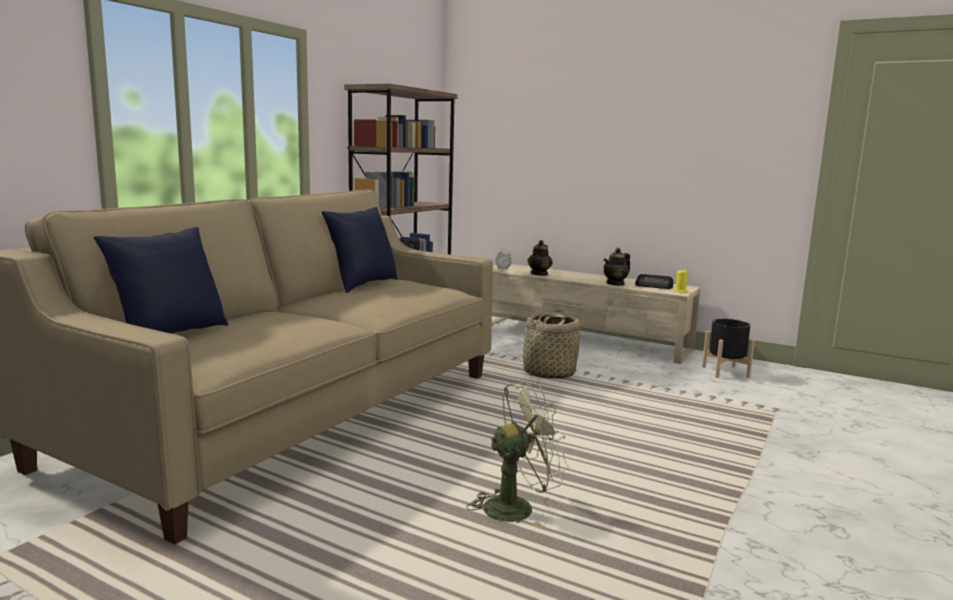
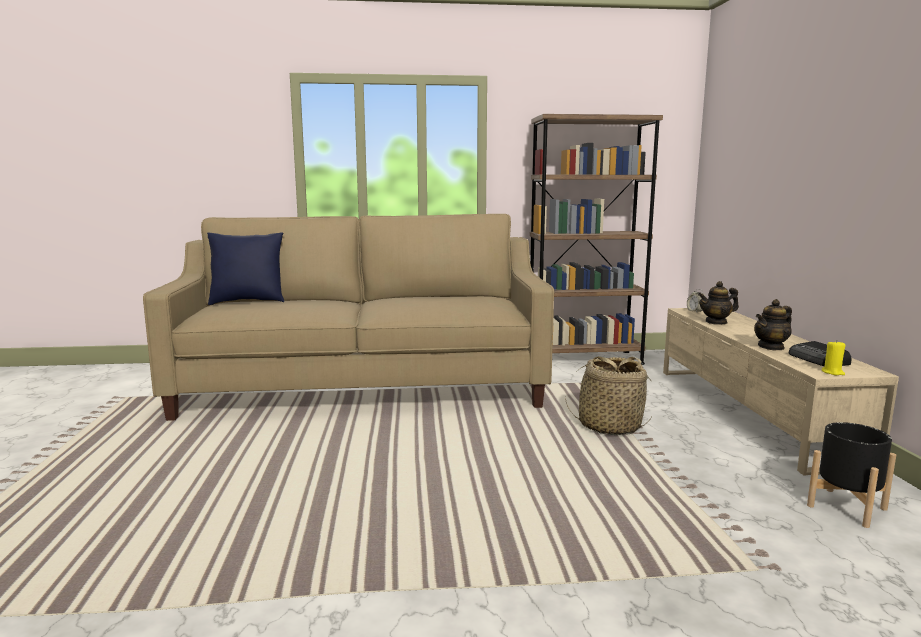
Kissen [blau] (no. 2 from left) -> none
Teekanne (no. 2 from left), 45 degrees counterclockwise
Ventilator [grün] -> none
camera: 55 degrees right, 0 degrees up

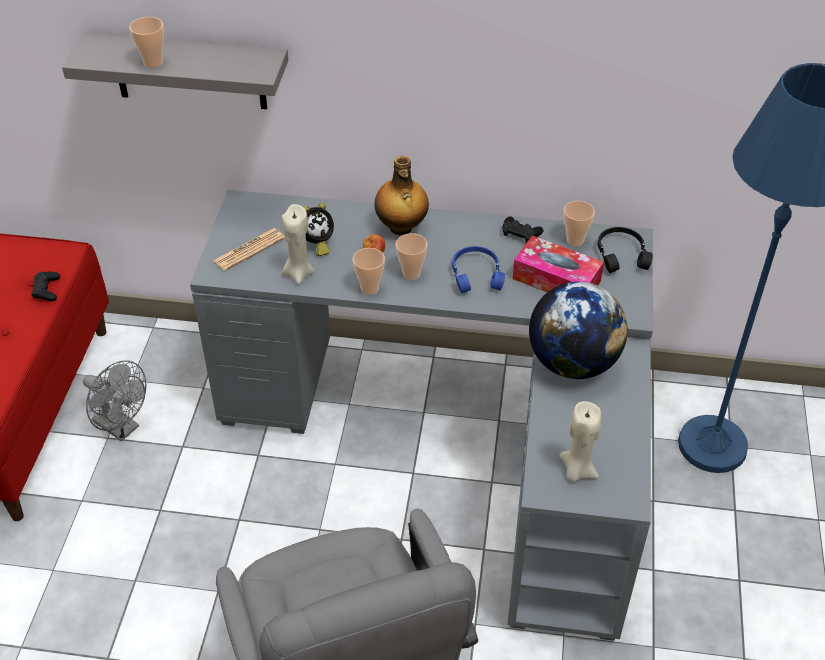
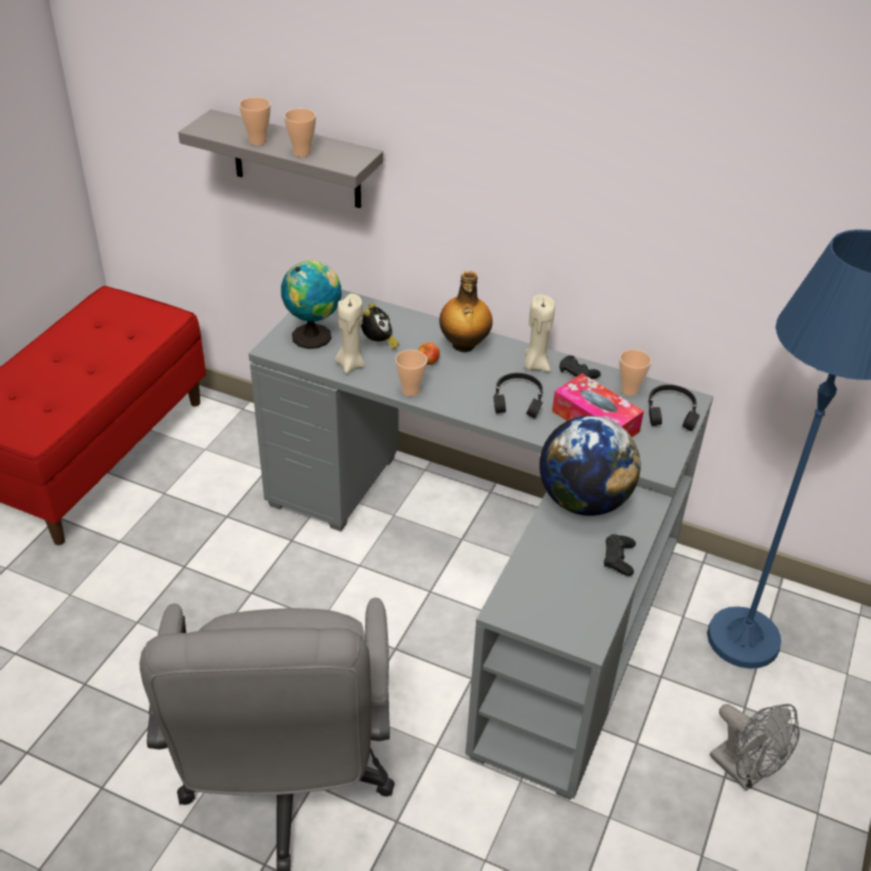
Wecker, 60 degrees counterclockwise
Zeitung -> Globus (no. 1 from left)
Tasse (no. 3 from left in the first image) -> Tasse (no. 2 from left), shifted
Kopfhörer [blau] -> Kopfhörer [schwarz] (no. 1 from left)
Gamepad [schwarz] (no. 1 from left in the first image) -> Gamepad [schwarz] (no. 2 from left), shifted
Ventilator [grau], shifted
Kerze [beige] (no. 2 from left), shifted
camera: 15 degrees right, 5 degrees down

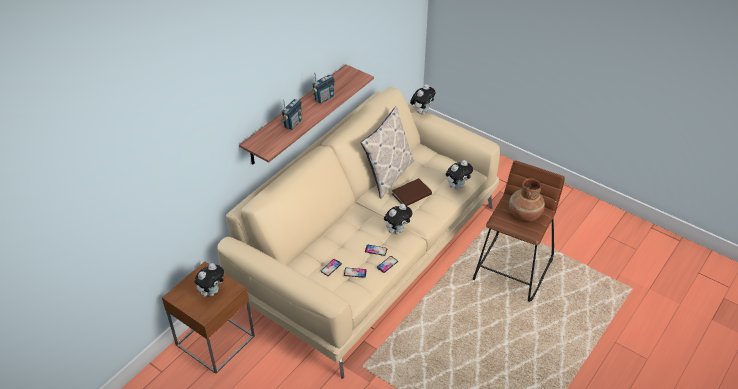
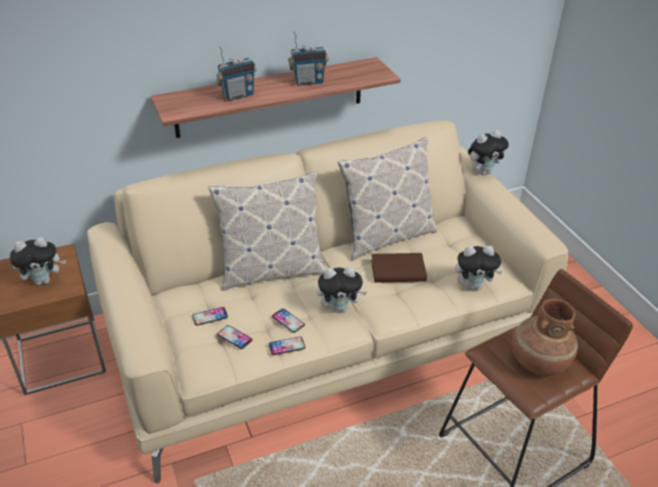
none -> Kissen (no. 1 from left)
camera: 30 degrees right, 5 degrees down

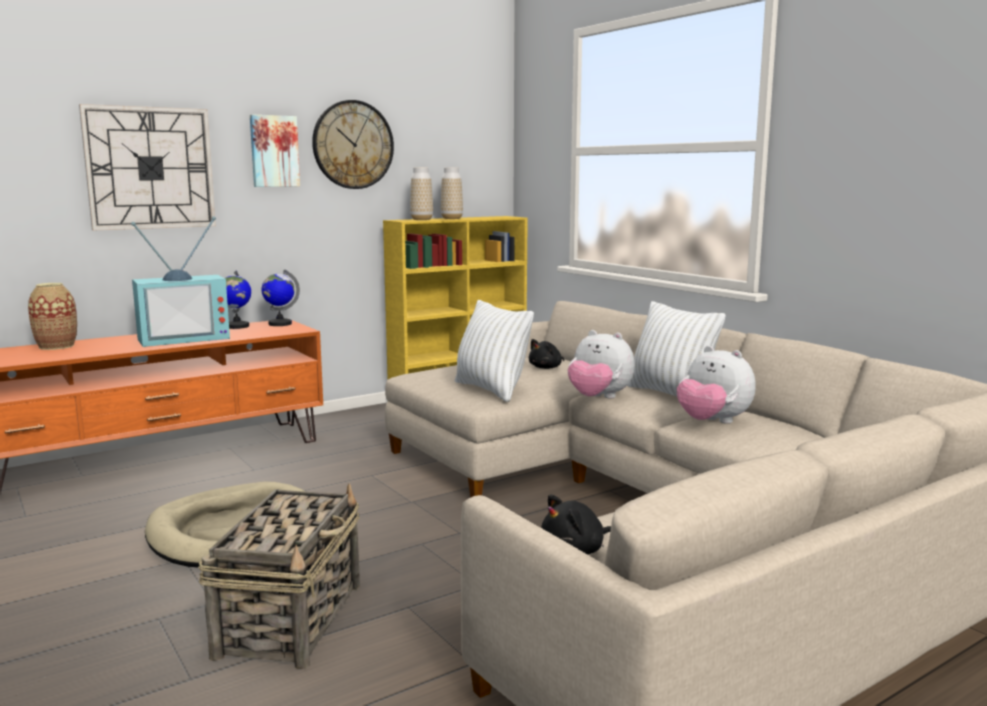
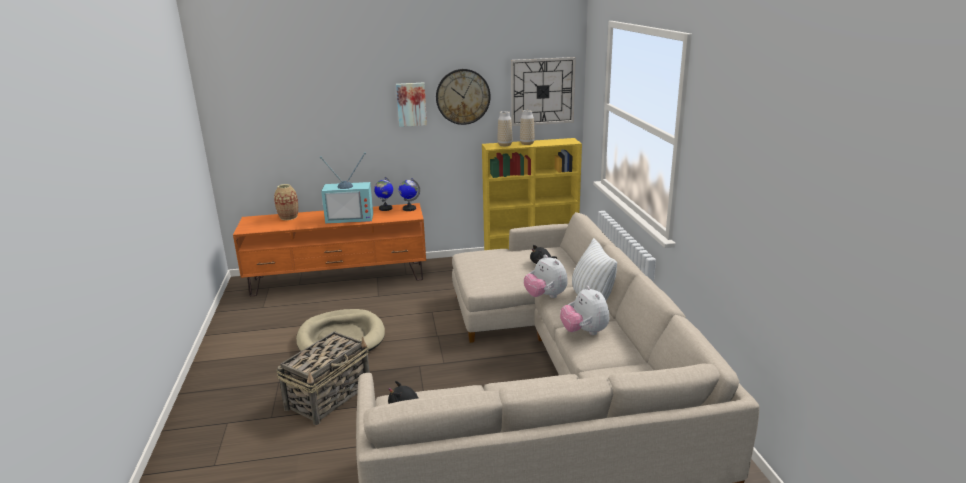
Wanduhr (no. 1 from left in the first image) -> Wanduhr (no. 2 from left), shifted
Kissen [weiß] (no. 1 from left) -> none
camera: 25 degrees right, 10 degrees up

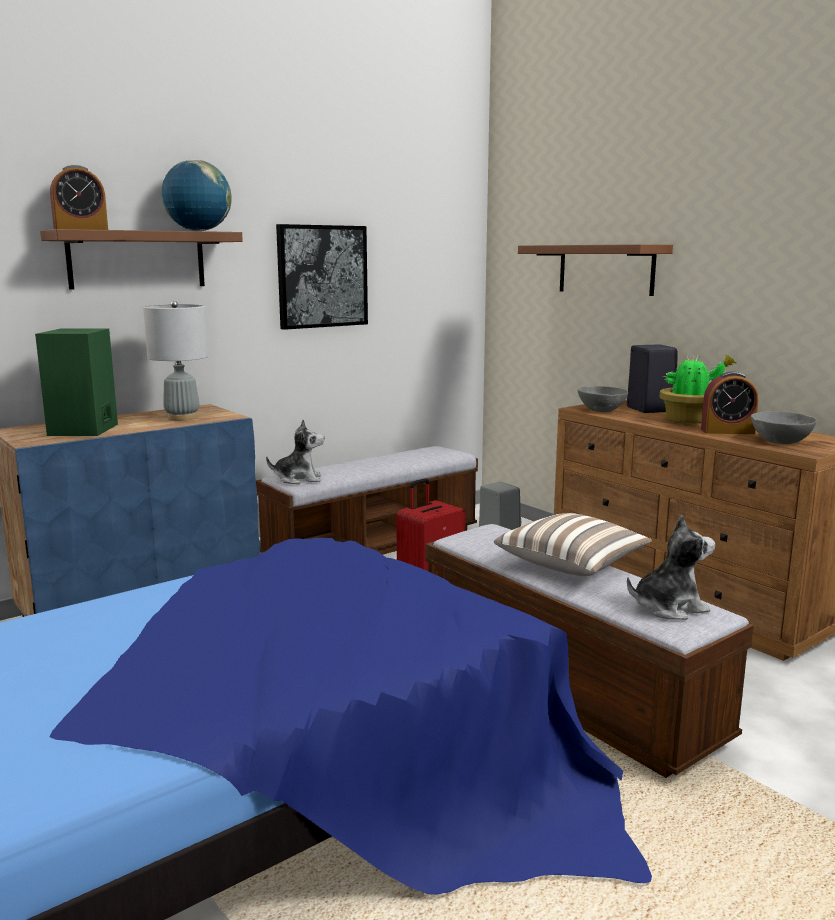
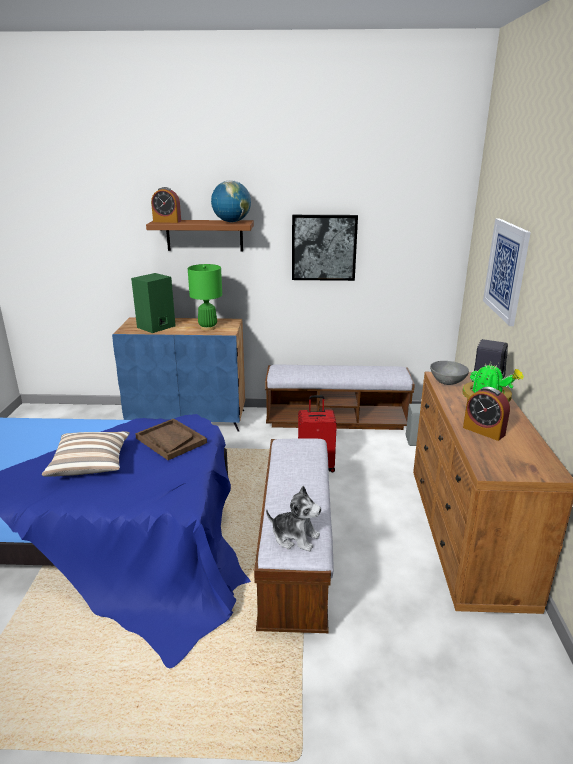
Wandregal [braun] (no. 2 from left) -> Bild (no. 2 from left)
Tischlampe [grau] -> Tischlampe [grün]
Schüssel [grau] (no. 2 from left) -> none
Plüschtier (no. 1 from left) -> none
Kissen, shifted
none -> Tablett [braun]
camera: 40 degrees right, 10 degrees up

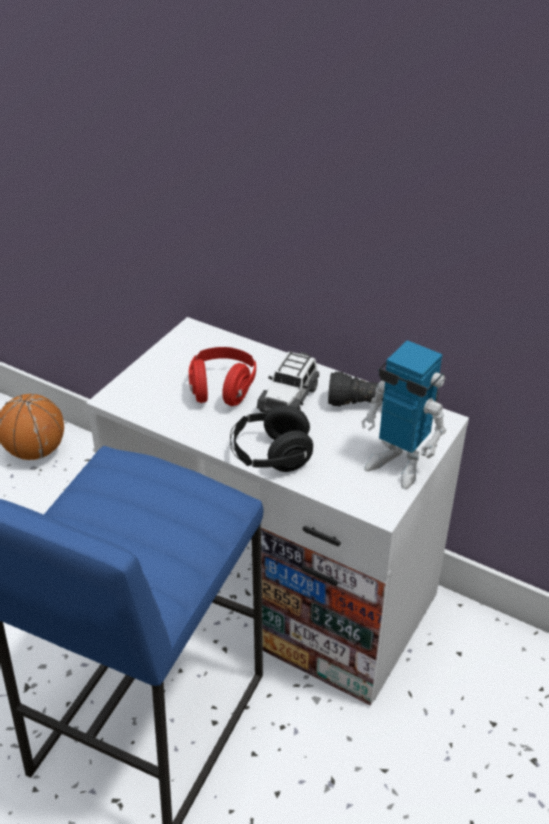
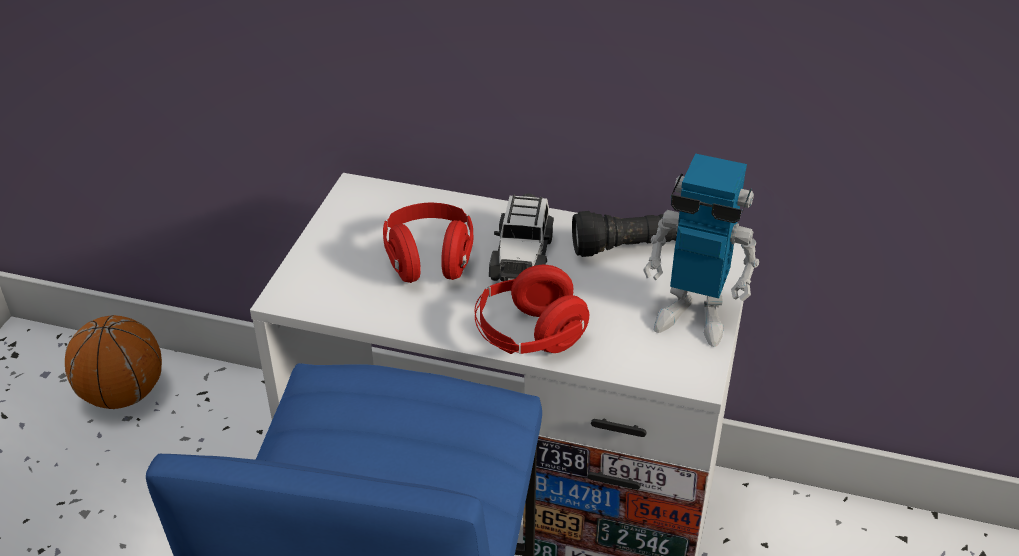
Kopfhörer [schwarz] -> Kopfhörer [rot] (no. 2 from left)
camera: 15 degrees left, 0 degrees up

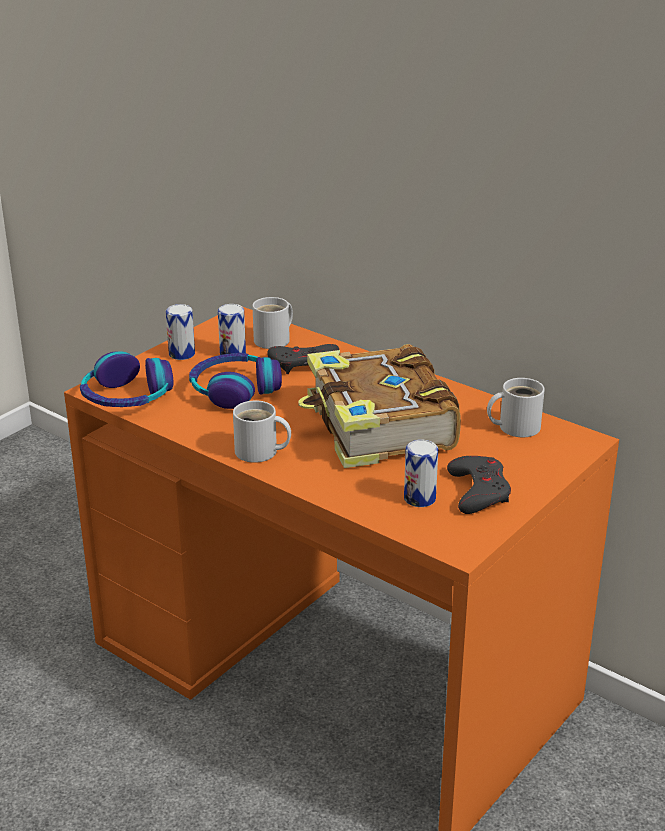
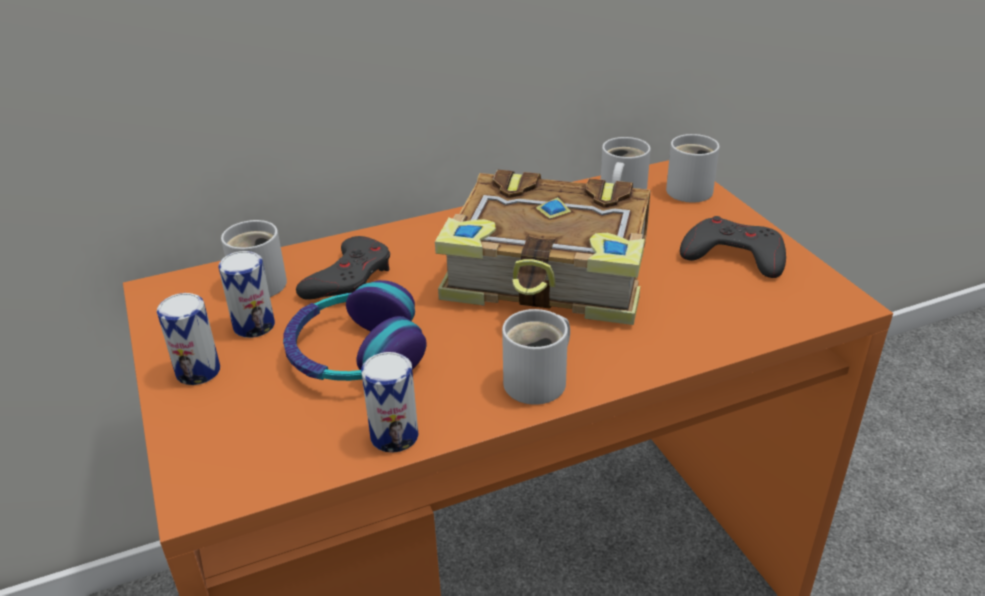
Kopfhörer (no. 1 from left) -> none
Dose (no. 3 from left), shifted
none -> Henkelbecher [weiß] (no. 4 from left)
camera: 60 degrees left, 5 degrees up

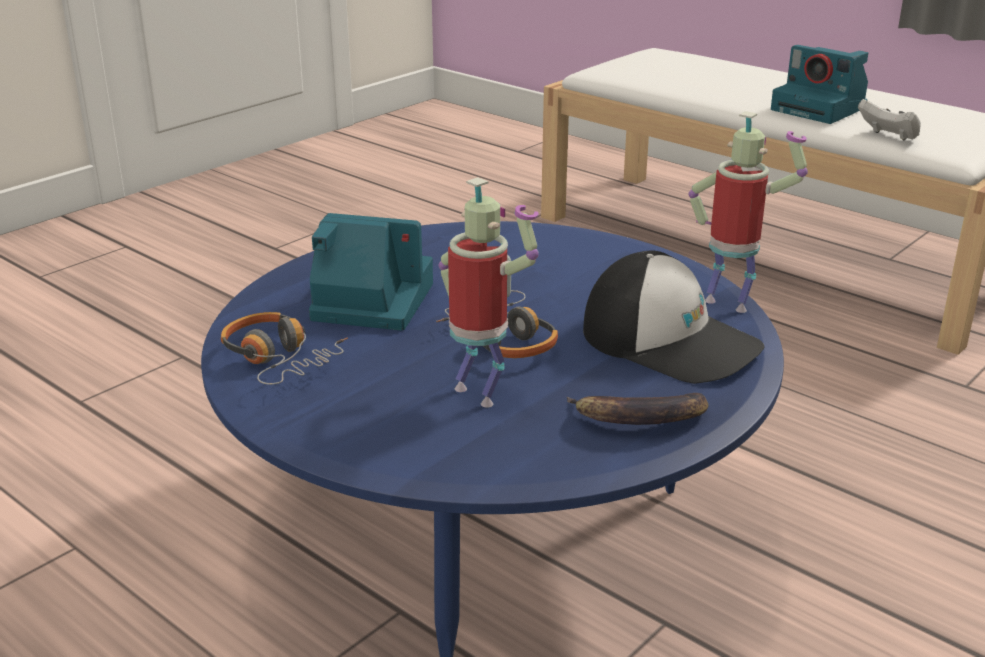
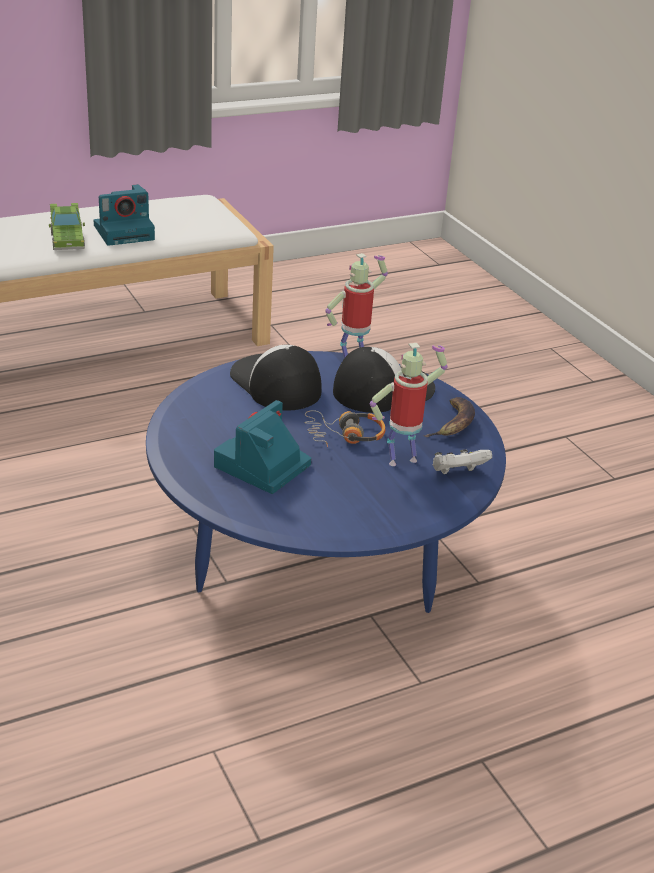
Gamepad [weiß], shifted
Kopfhörer (no. 1 from left) -> none
none -> Spielzeugauto [grün]
none -> Kappe (no. 1 from left)
camera: 70 degrees left, 5 degrees up

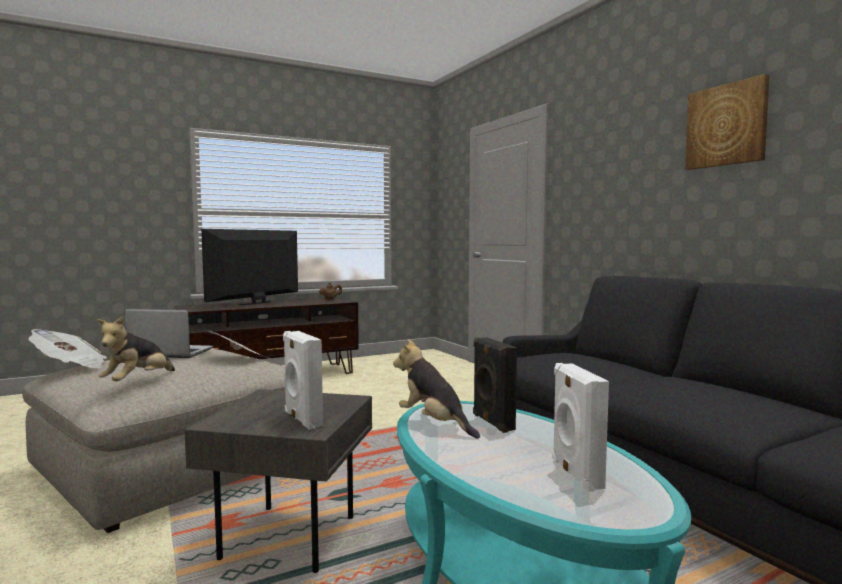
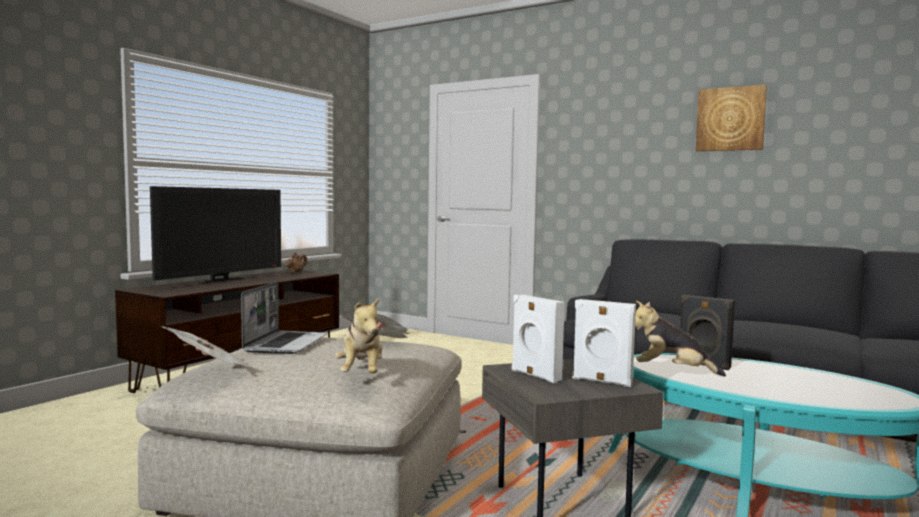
Fernseher, 150 degrees counterclockwise
Laptop, 120 degrees clockwise
Lautsprecher [weiß] (no. 2 from left in the first image) -> Lautsprecher [weiß] (no. 1 from left), shifted
camera: 30 degrees left, 0 degrees up

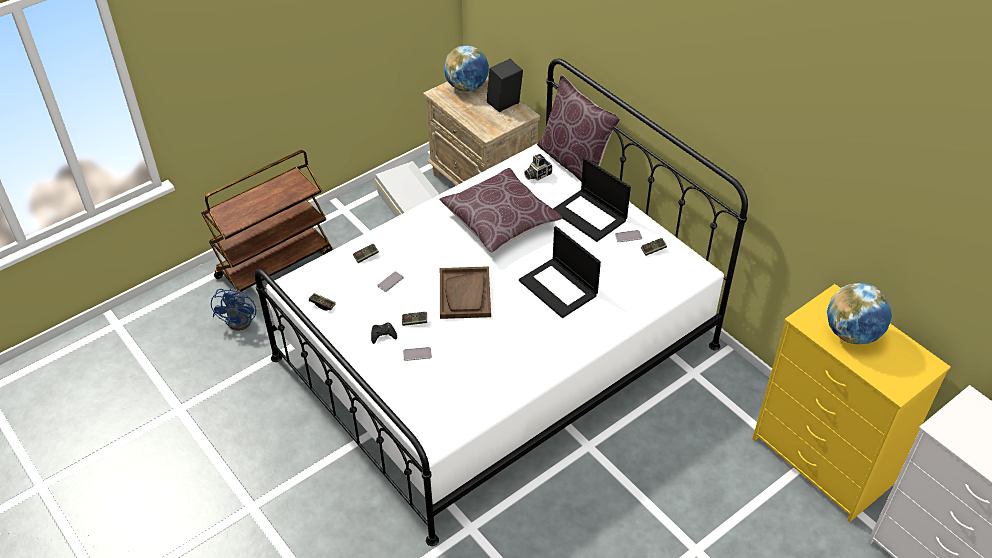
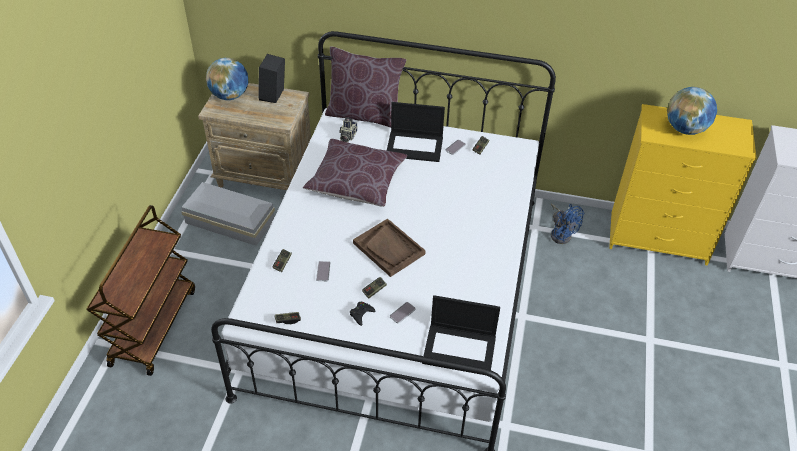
Laptop (no. 1 from left in the first image) -> Laptop (no. 2 from left), shifted
Ventilator [blau], shifted
camera: 40 degrees left, 0 degrees up

